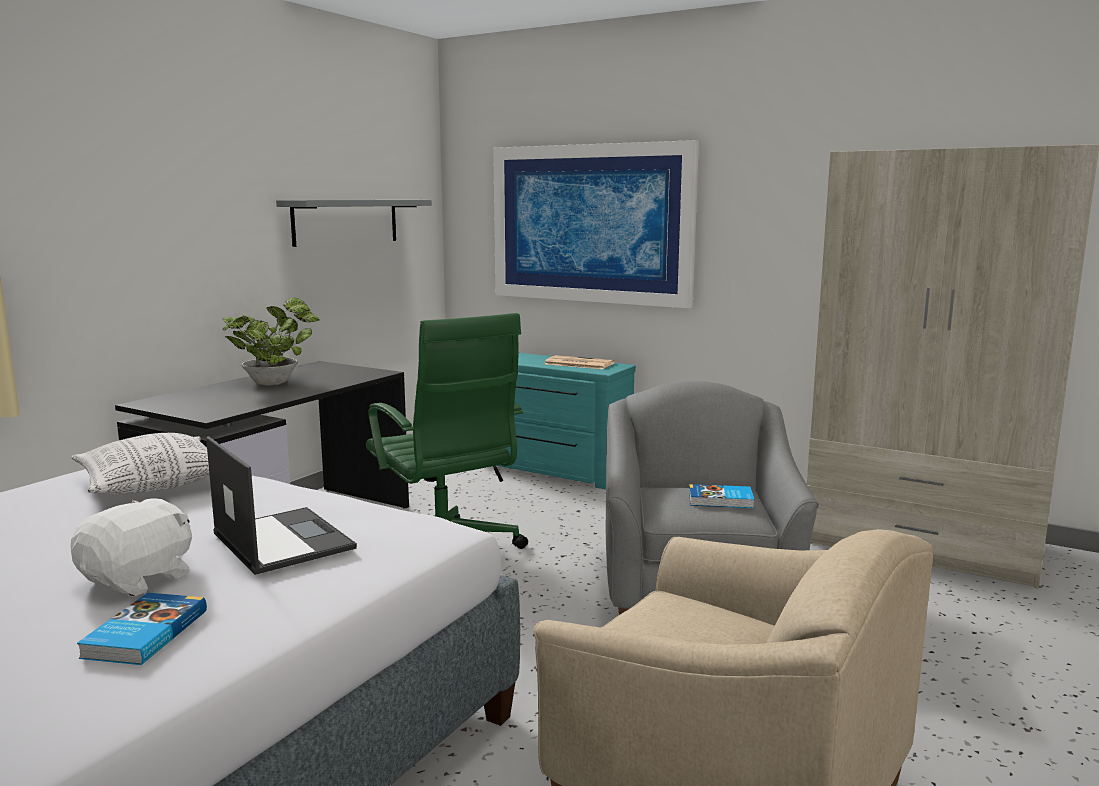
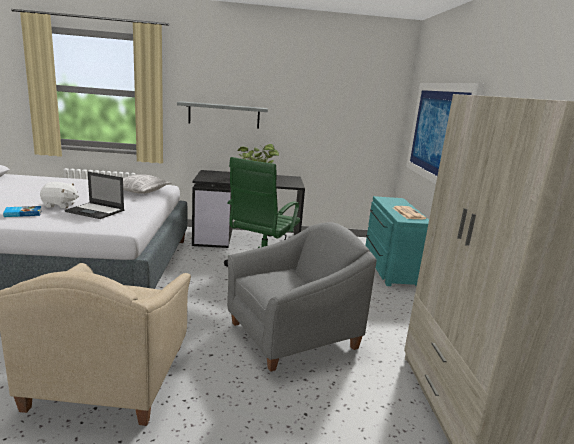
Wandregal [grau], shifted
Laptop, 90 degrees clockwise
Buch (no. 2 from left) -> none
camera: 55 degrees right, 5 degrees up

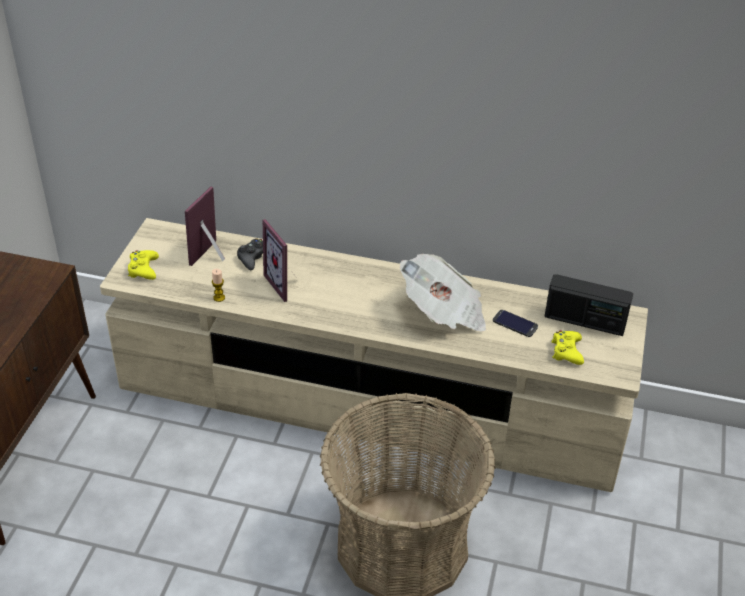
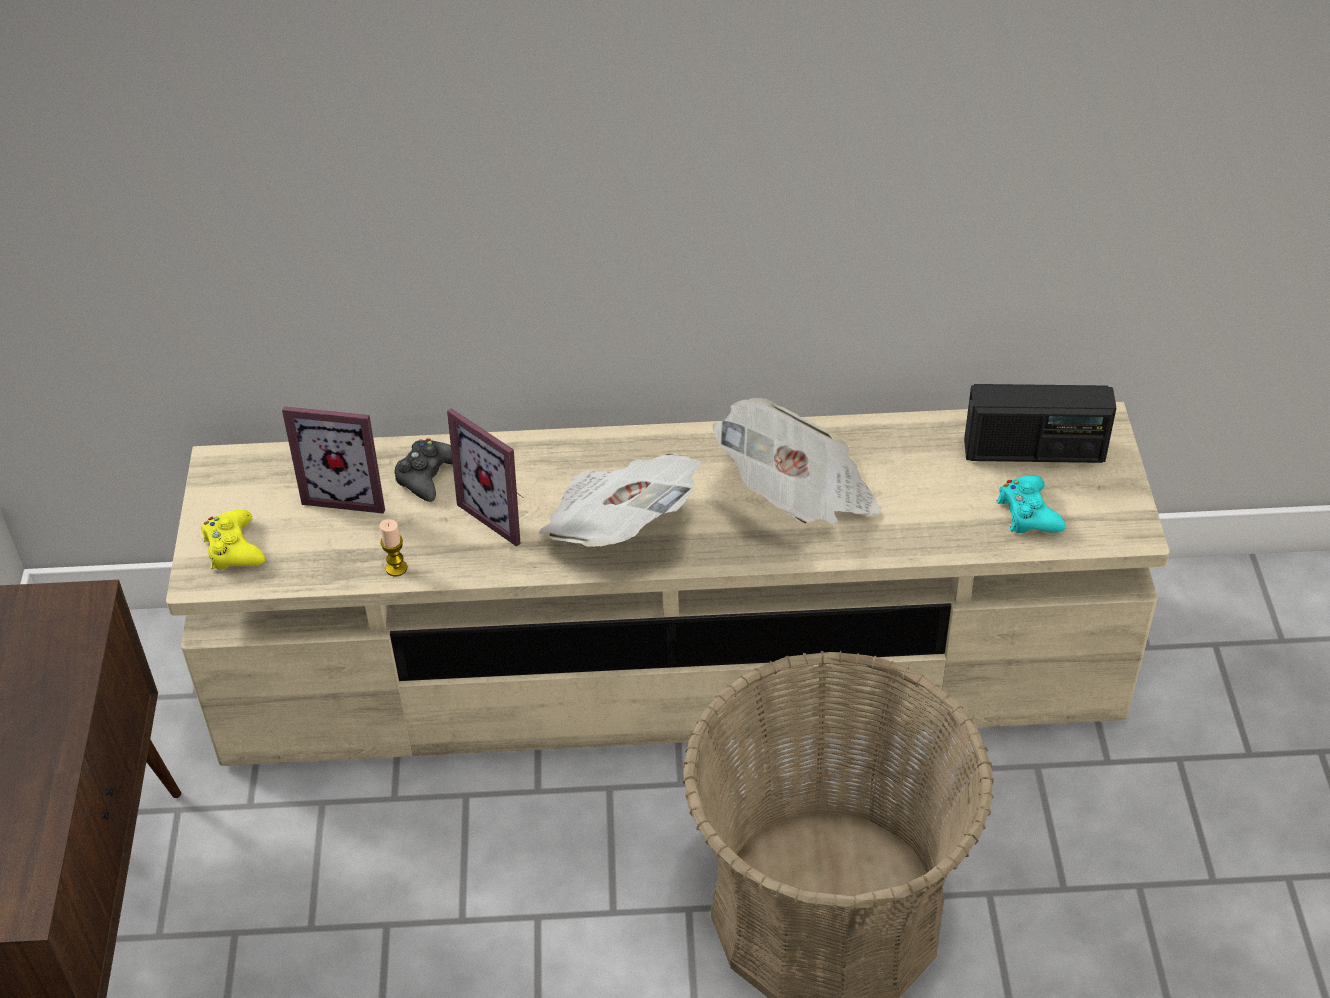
Bilderrahmen (no. 1 from left), 90 degrees counterclockwise
Handy -> none
Gamepad [gelb] (no. 2 from left) -> Gamepad [türkis]
none -> Zeitung (no. 1 from left)
camera: 15 degrees left, 5 degrees up

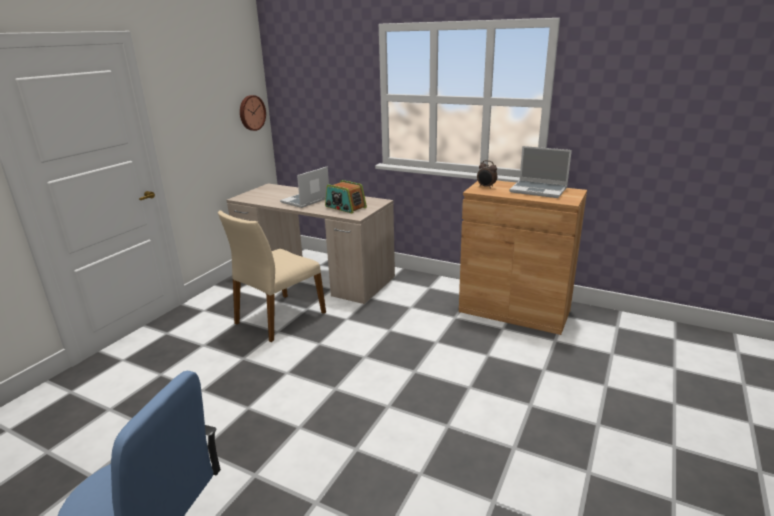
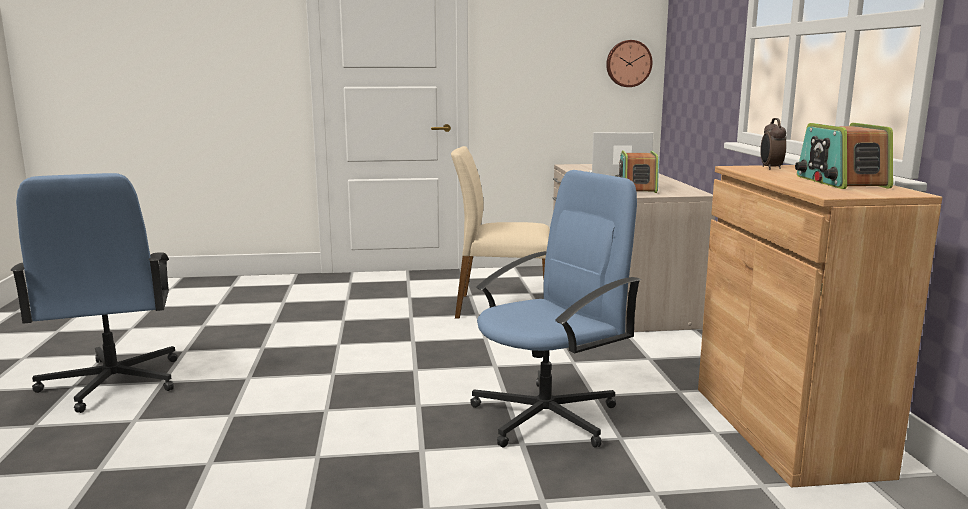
Laptop (no. 2 from left) -> Radio (no. 2 from left)
none -> Bürostuhl [blau] (no. 2 from left)
camera: 55 degrees right, 10 degrees down

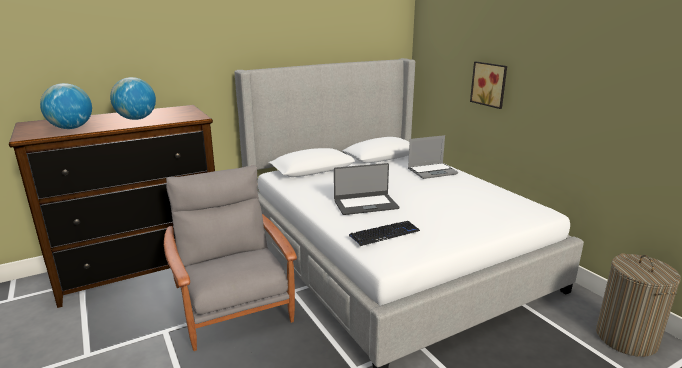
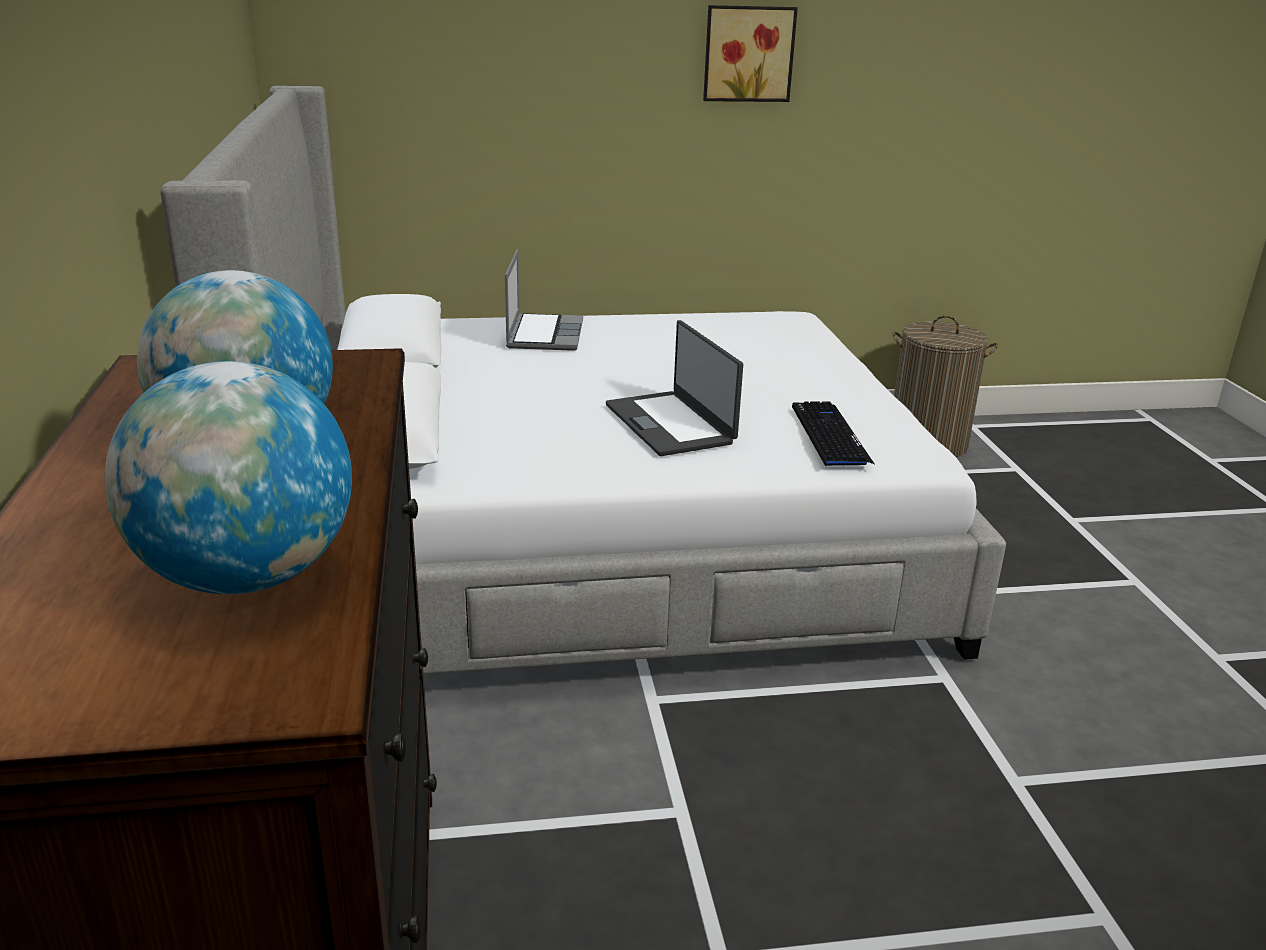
Bild, shifted
Laptop (no. 1 from left in the first image) -> Laptop (no. 2 from left), 150 degrees clockwise
Sessel [grau] -> none
camera: 70 degrees left, 5 degrees up

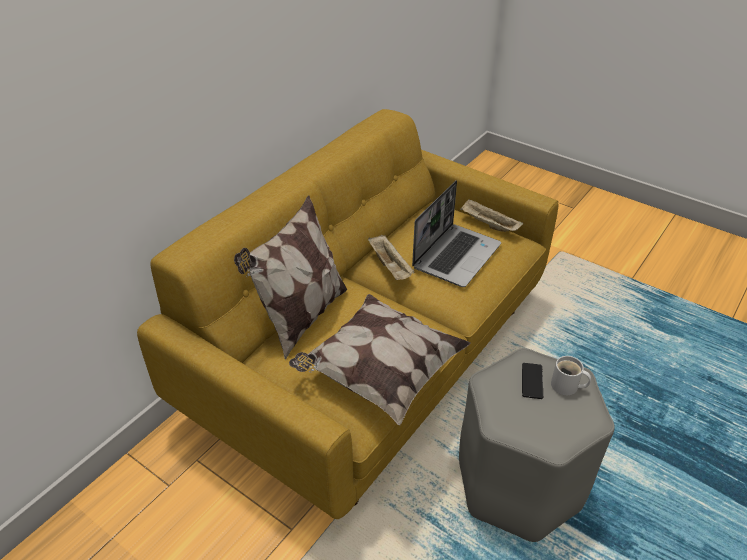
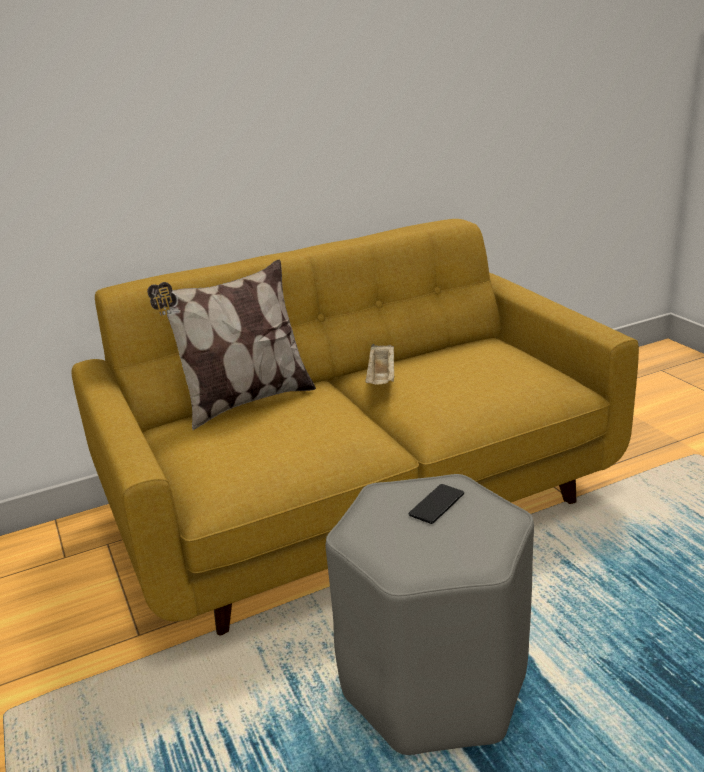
Laptop -> none
Tablett [beige] (no. 2 from left) -> none
Kissen (no. 2 from left) -> none
Henkelbecher [weiß] -> none
camera: 30 degrees right, 15 degrees down

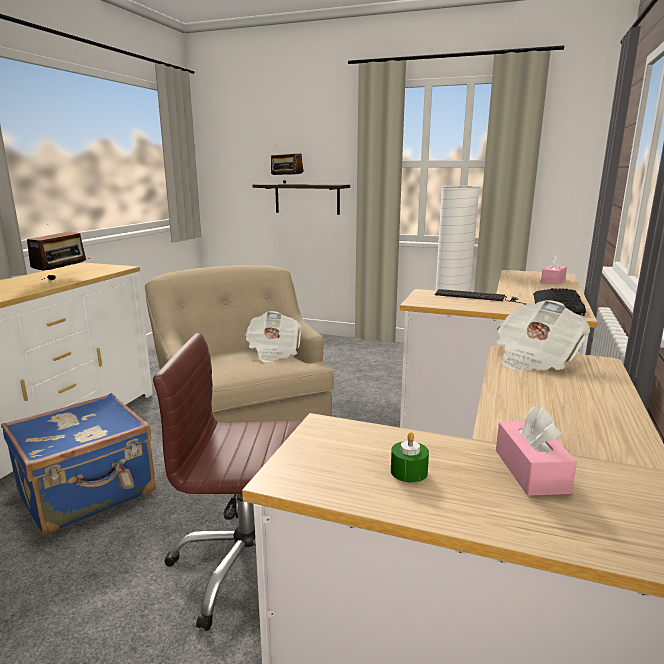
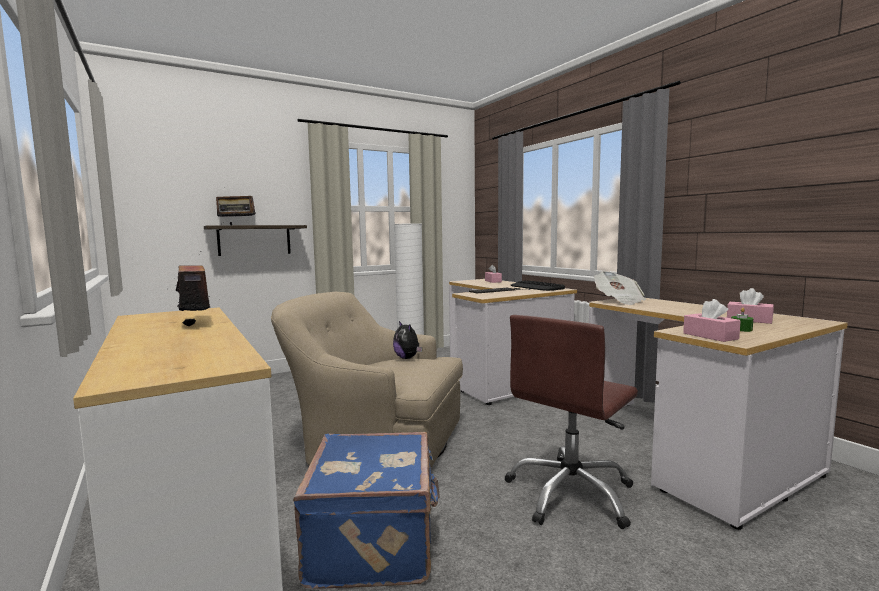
Zeitung (no. 1 from left) -> Plüschtier
none -> Taschentuchbox [rosa] (no. 2 from left)
camera: 50 degrees left, 10 degrees down

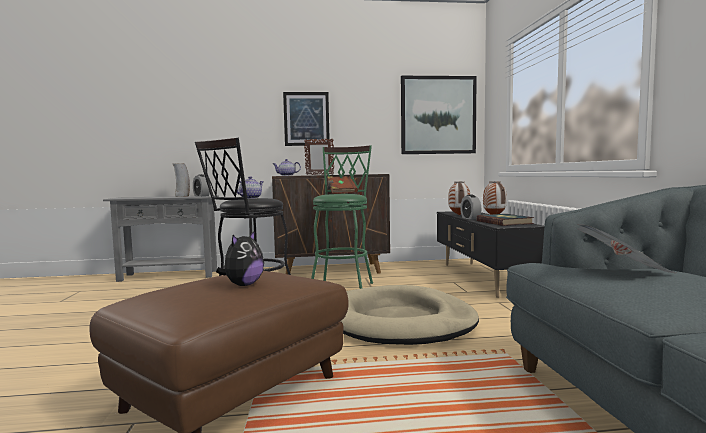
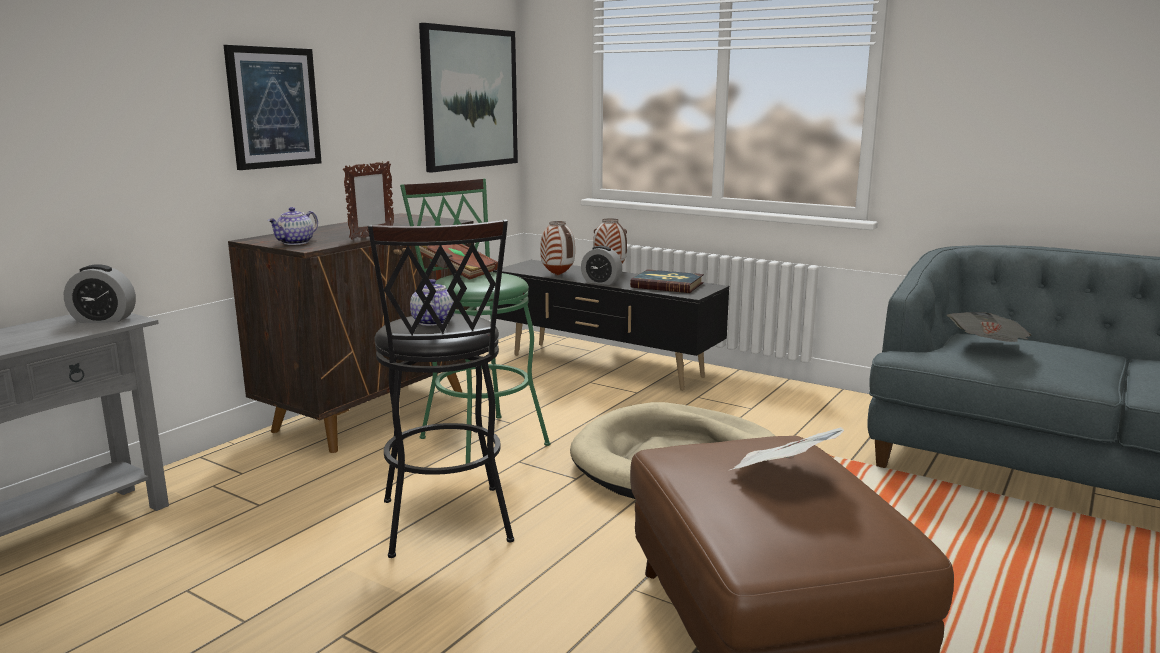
Vase (no. 1 from left) -> none
Plüschtier -> Zeitung (no. 1 from left)
camera: 50 degrees left, 10 degrees up

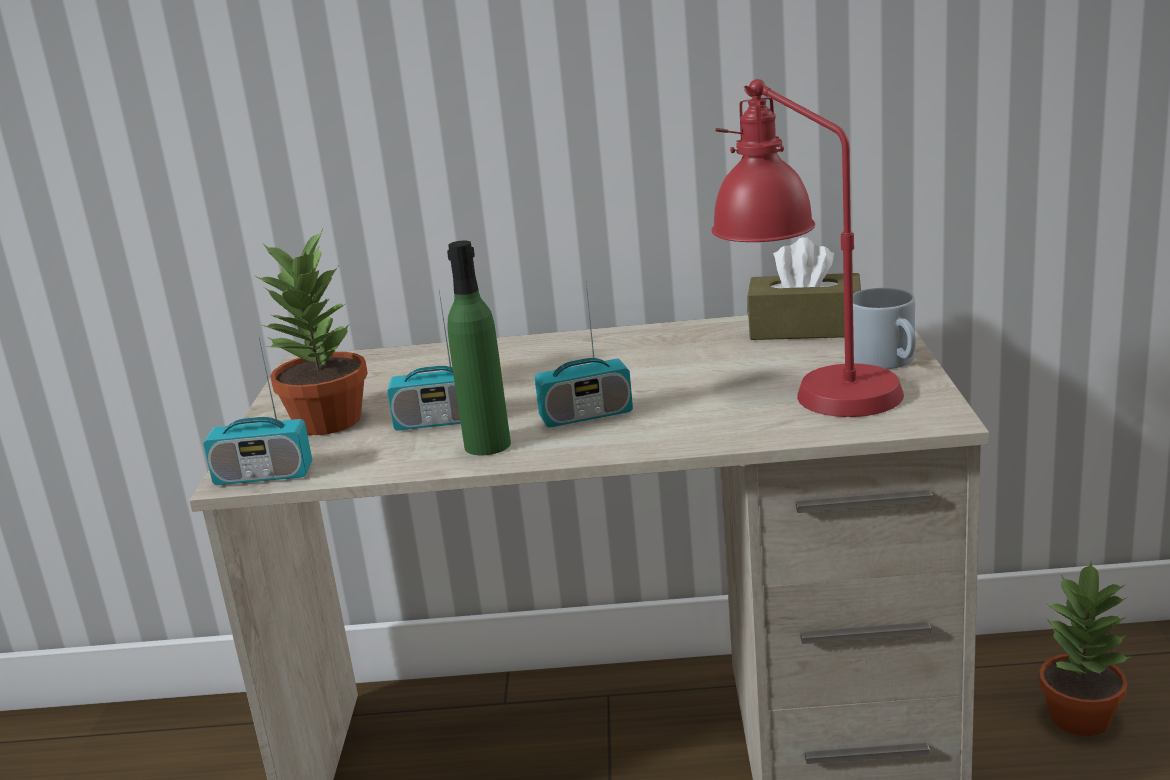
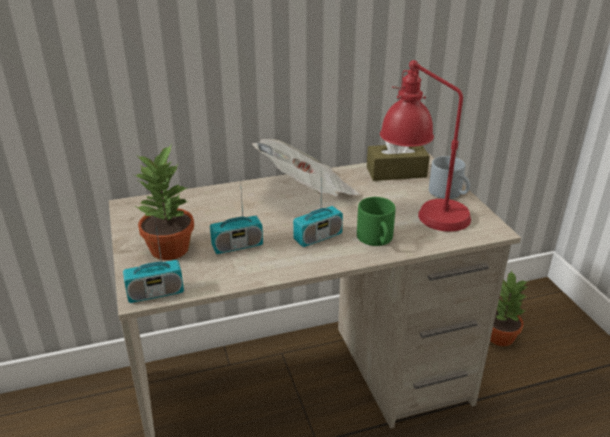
Flasche [grün] -> none
none -> Zeitung
none -> Henkelbecher [grün]
camera: 20 degrees left, 10 degrees up

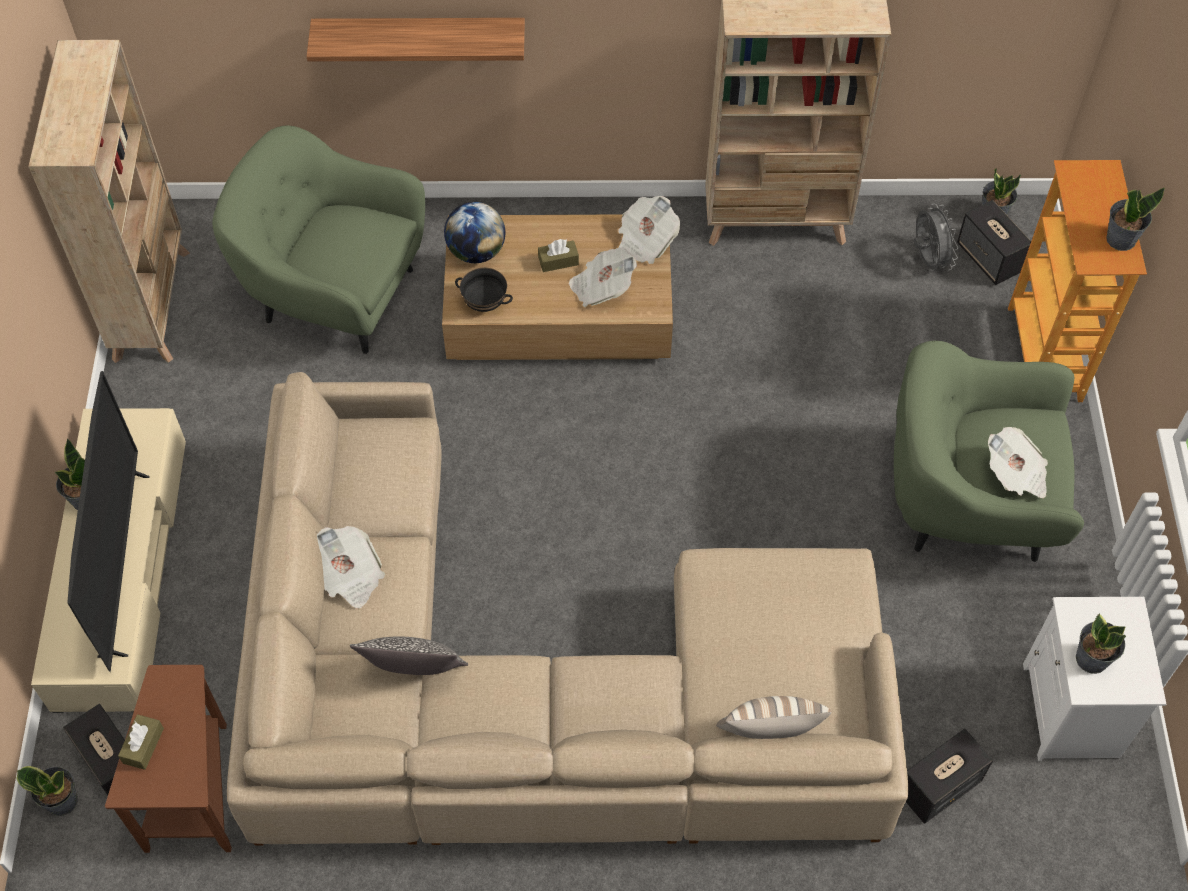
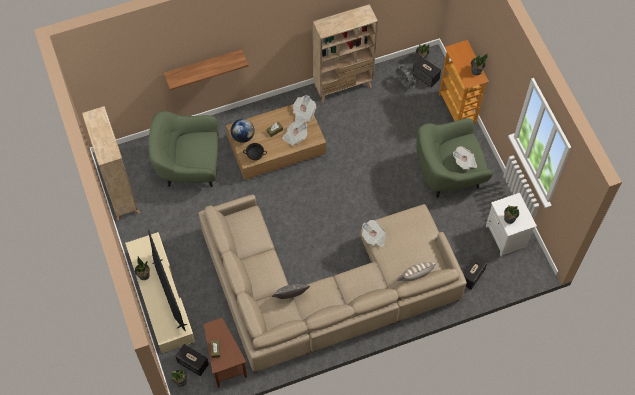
Zeitung (no. 1 from left in the first image) -> Zeitung (no. 3 from left), shifted
camera: 20 degrees left, 5 degrees up

